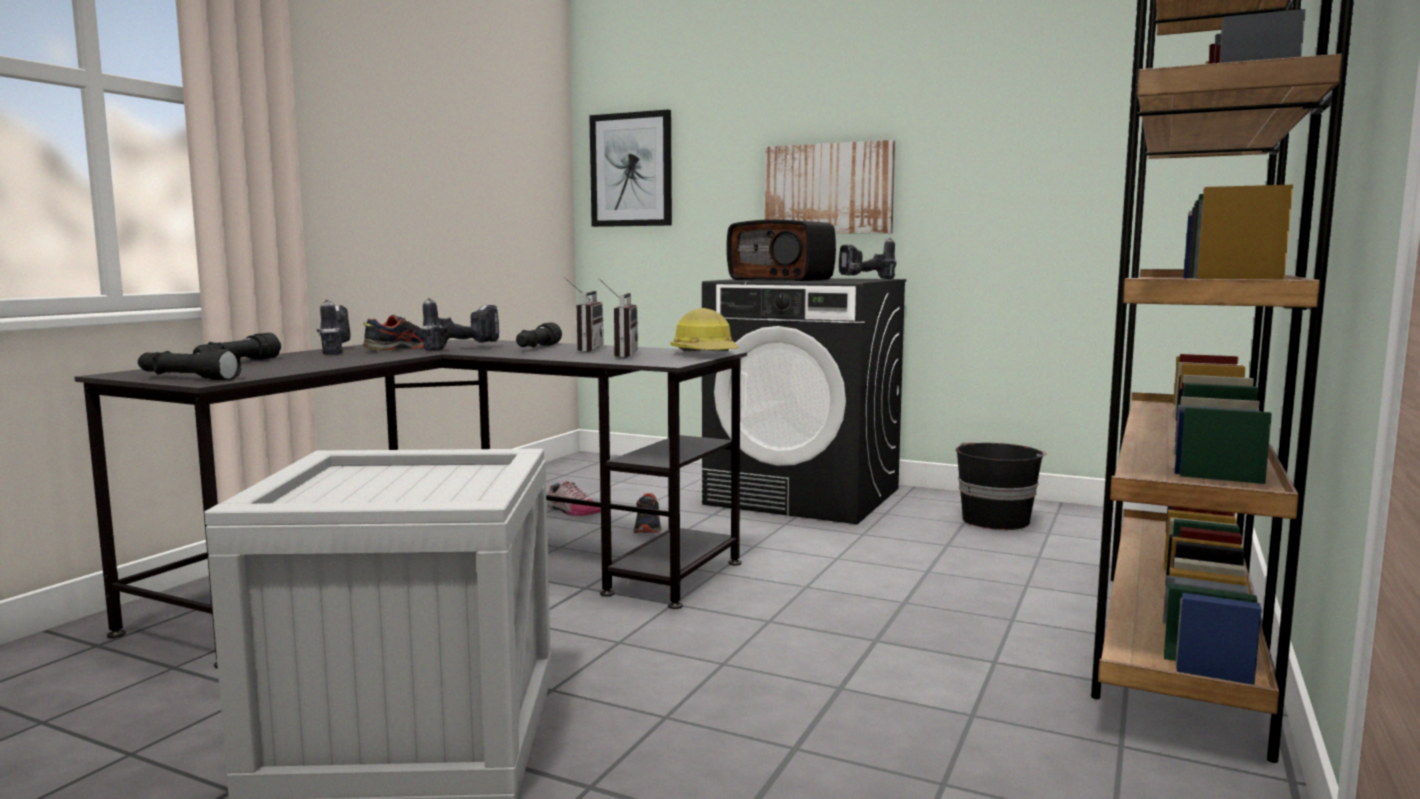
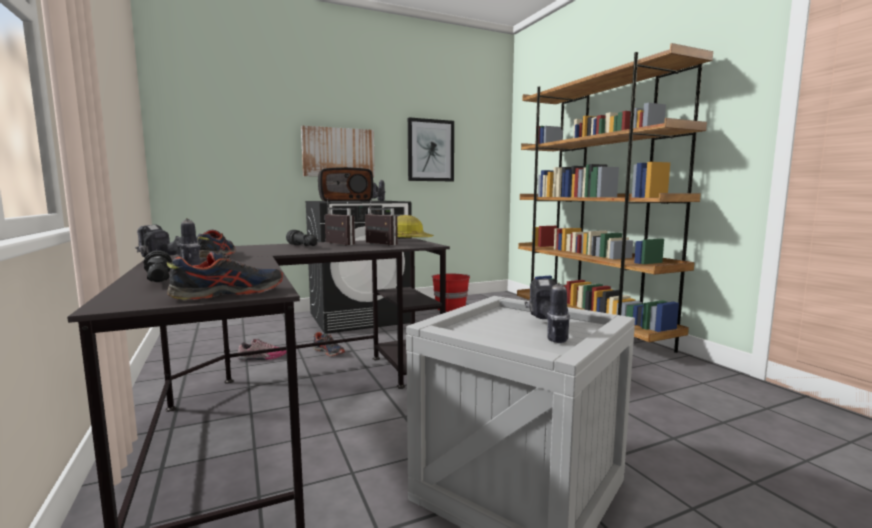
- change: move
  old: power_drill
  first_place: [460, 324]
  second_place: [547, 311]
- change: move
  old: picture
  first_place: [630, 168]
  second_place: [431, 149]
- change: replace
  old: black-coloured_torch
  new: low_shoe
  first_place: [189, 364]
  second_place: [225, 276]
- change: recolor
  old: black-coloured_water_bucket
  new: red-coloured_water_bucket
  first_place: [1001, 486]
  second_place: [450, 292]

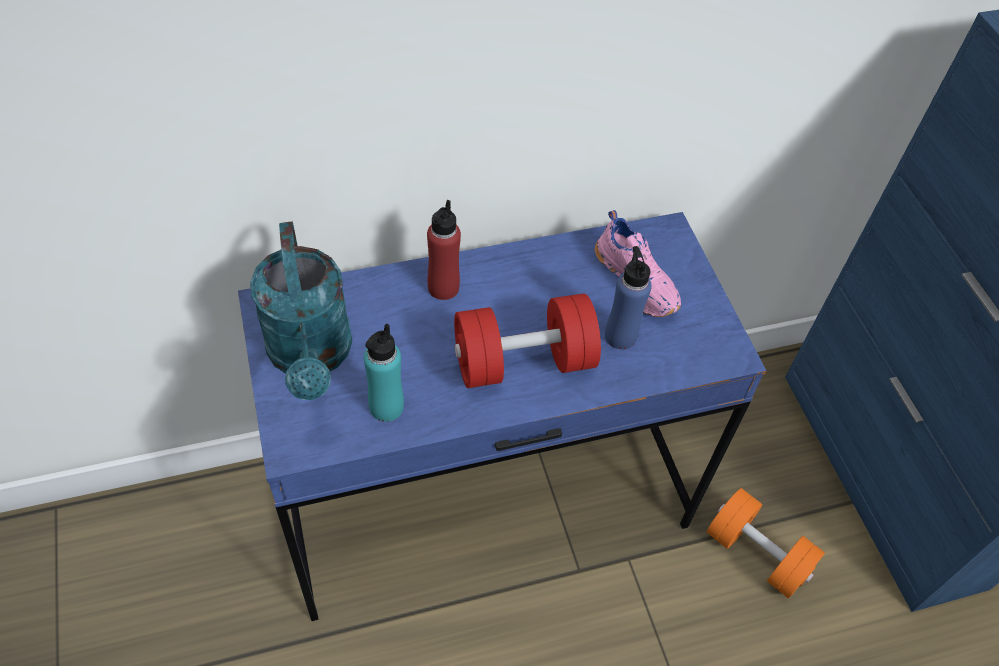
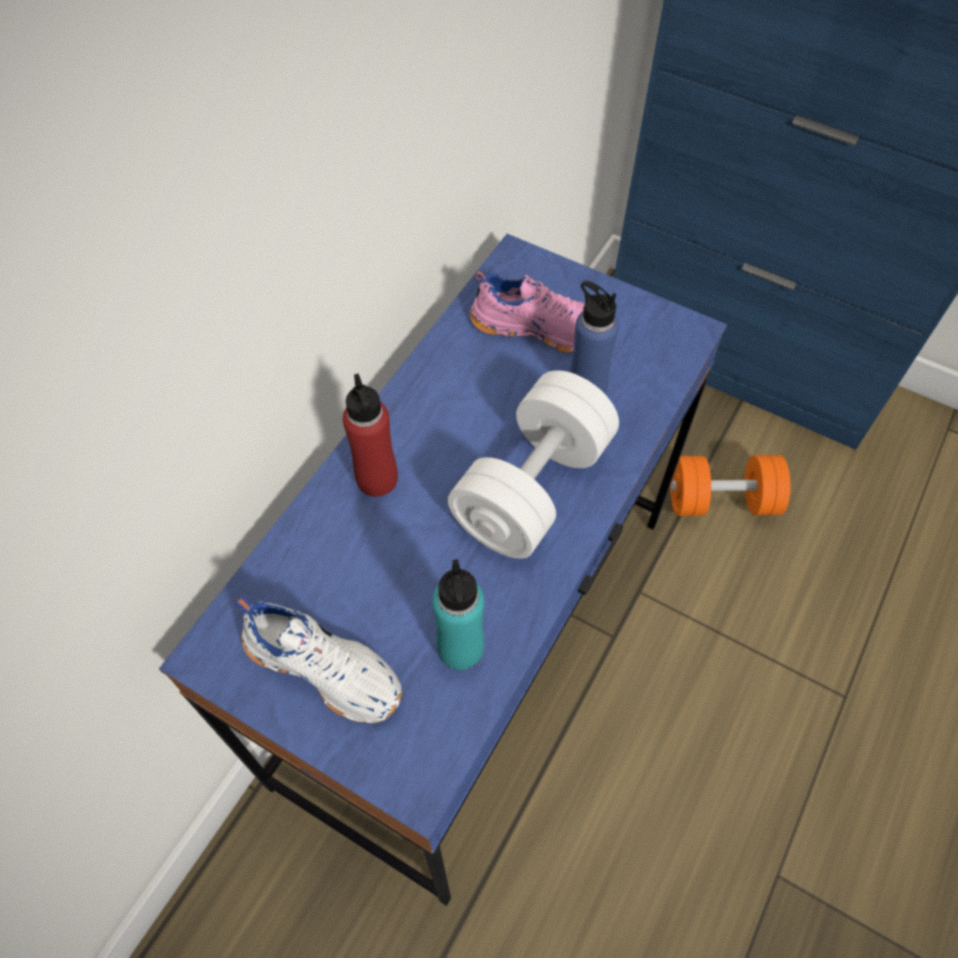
- change: replace
  old: blue-green_watering_pot
  new: whitish_low_shoe
  first_place: [301, 310]
  second_place: [318, 660]
- change: recolor
  old: red-coloured_free_weight
  new: whitish_free_weight
  first_place: [527, 341]
  second_place: [533, 464]

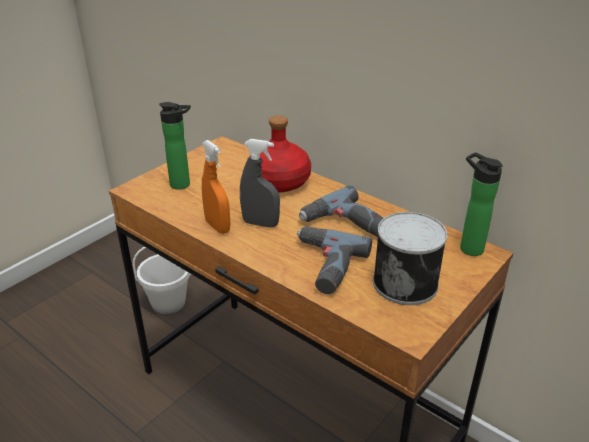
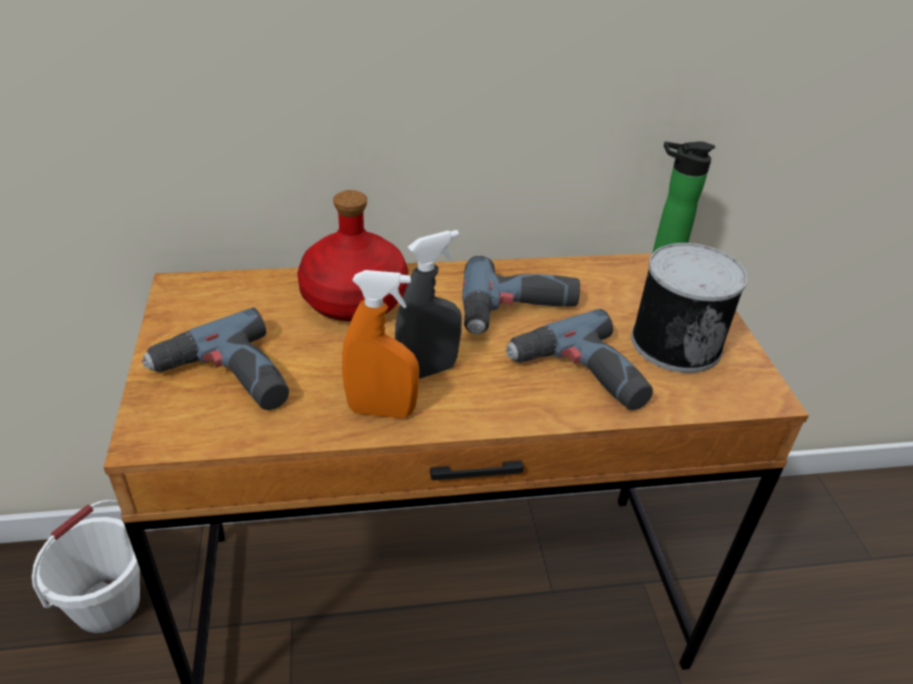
- change: replace
  old: drink_bottle
  new: power_drill
  first_place: [175, 146]
  second_place: [215, 359]

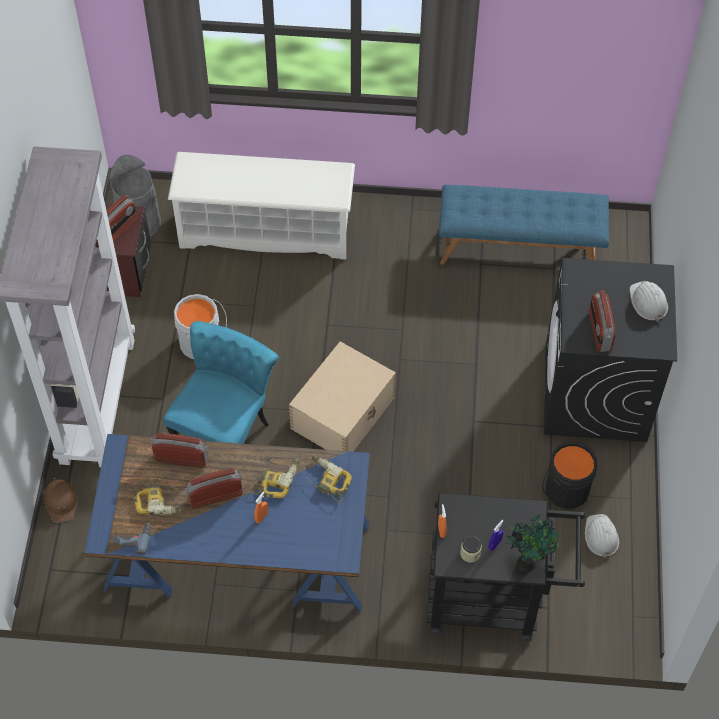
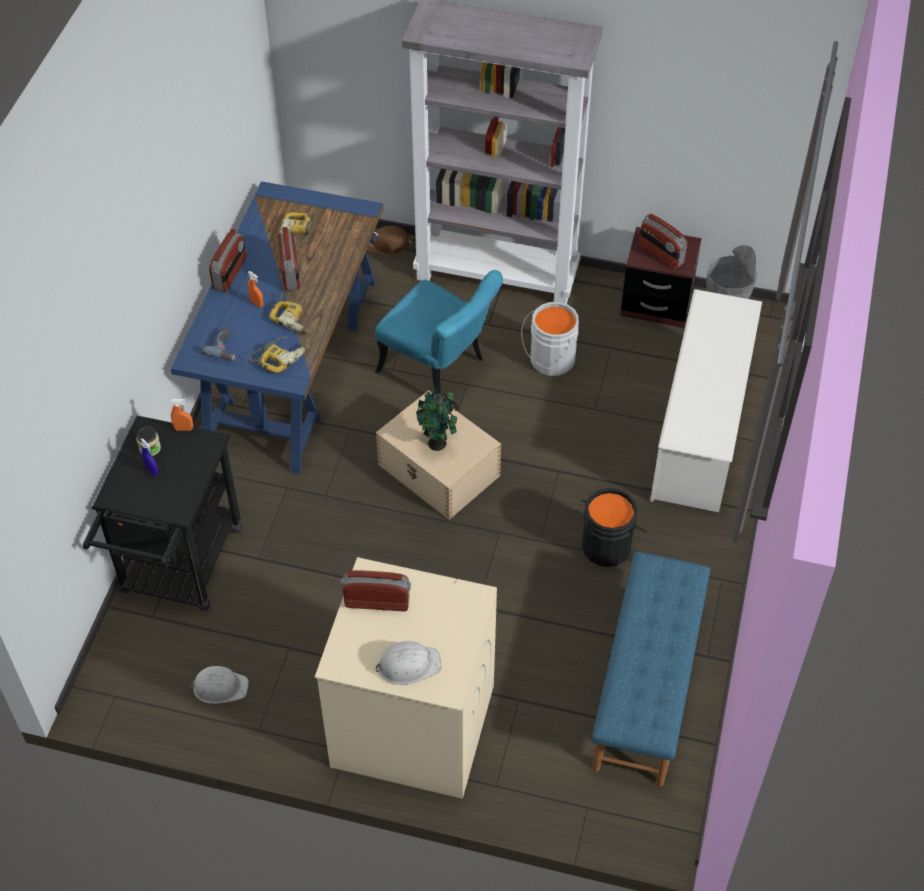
- change: move
  old: power_drill
  first_place: [132, 539]
  second_place: [218, 344]
- change: move
  old: radio_set
  first_place: [179, 450]
  second_place: [227, 260]
- change: move
  old: plant_in_a_pot
  first_place: [532, 543]
  second_place: [437, 419]
- change: move
  old: black-coloured_water_bucket
  first_place: [569, 475]
  second_place: [614, 527]
- change: recolor
  old: black-coloured_washing_machine
  new: beige-coloured_washing_machine
  first_place: [610, 350]
  second_place: [406, 678]

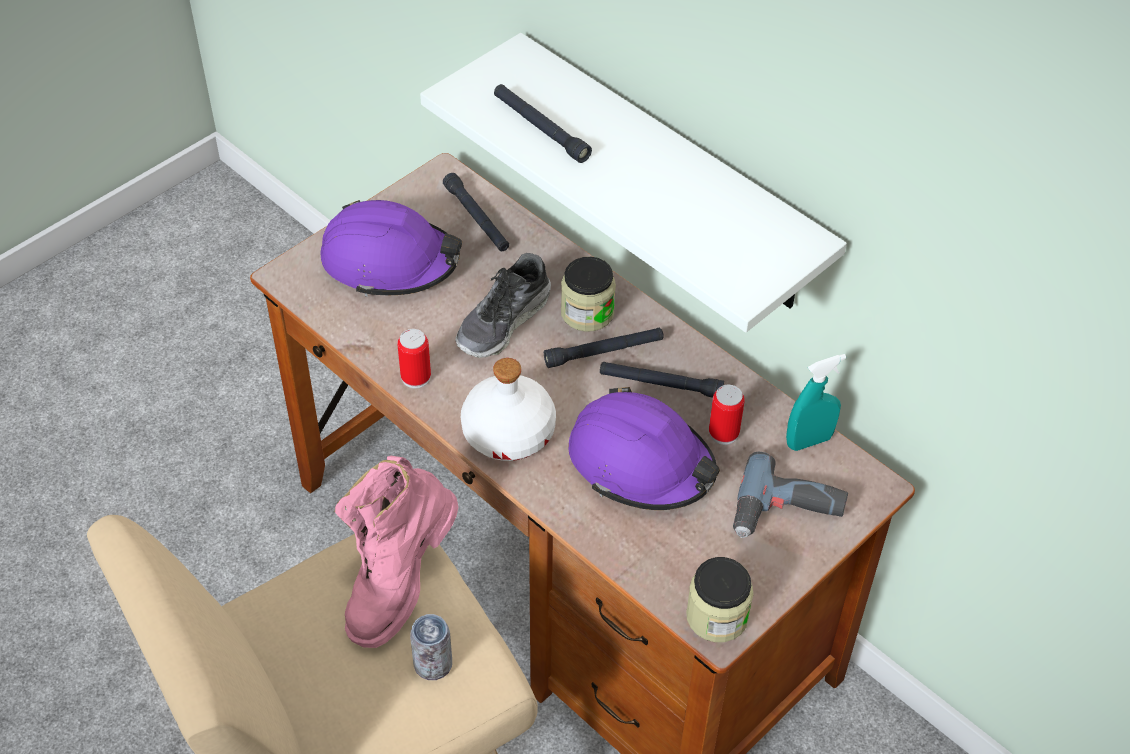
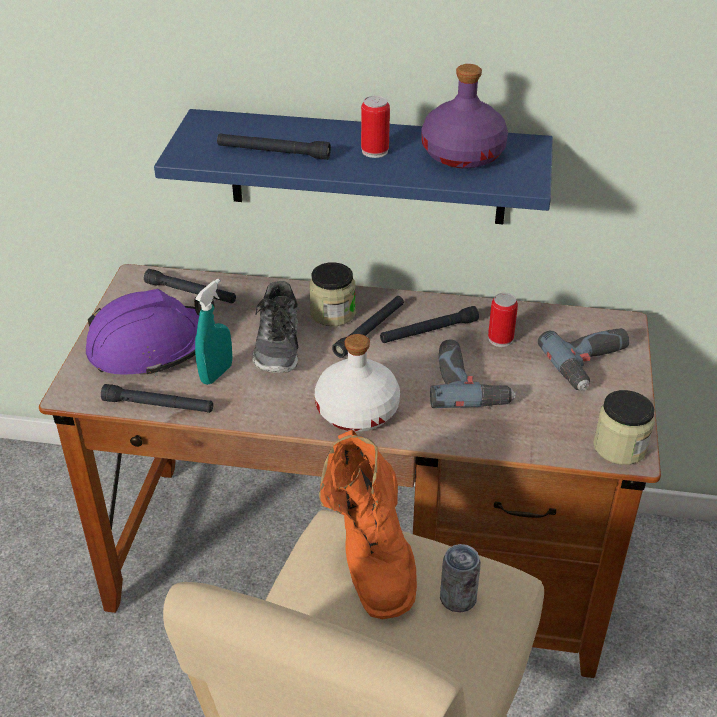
- change: insert
  new: black-coloured_torch
  second_place: [157, 398]
- change: insert
  new: purple-coloured_drink_bottle
  second_place: [465, 116]
- change: move
  old: metal_can
  first_place: [414, 358]
  second_place: [375, 127]
- change: move
  old: blue-green_hand_sprayer
  first_place: [816, 402]
  second_place: [213, 332]
- change: replace
  old: purple-coloured_work_helmet
  new: power_drill
  first_place: [644, 448]
  second_place: [473, 373]
- change: recolor
  old: pinkish_tall_boot
  new: orangey_tall_boot
  first_place: [396, 552]
  second_place: [368, 524]
- change: recolor
  old: whitish_wall_shelf
  new: blue-coloured_wall_shelf
  first_place: [633, 183]
  second_place: [353, 166]

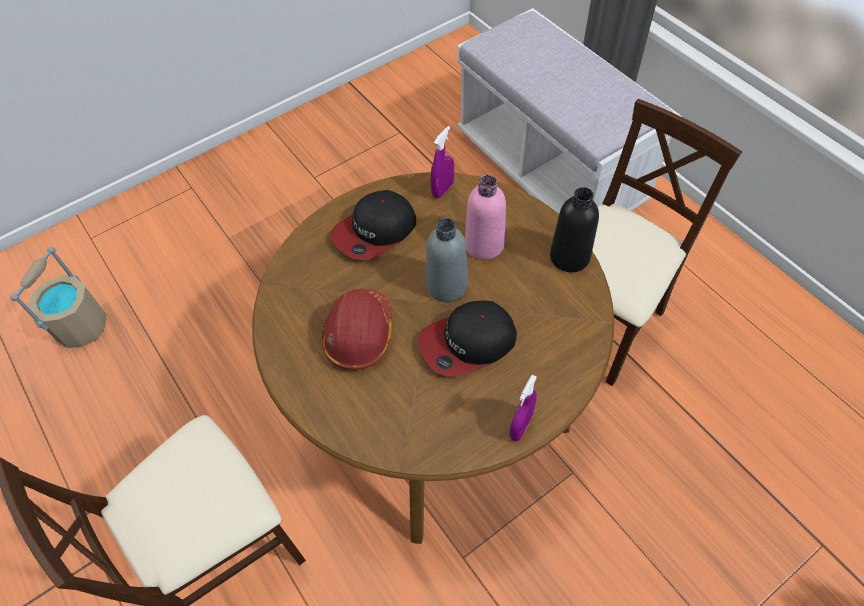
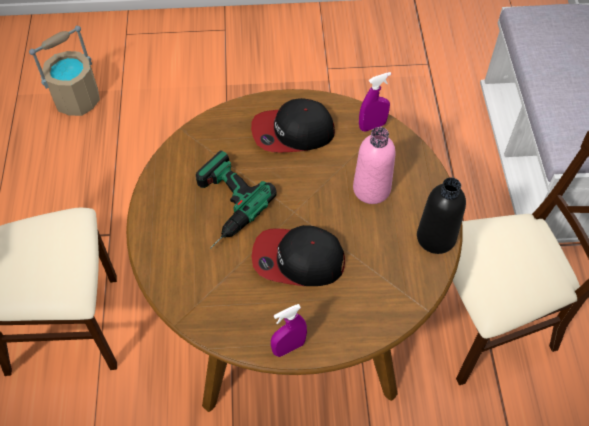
- change: delete
  old: greyish_drink_bottle
  first_place: [447, 260]
- change: replace
  old: red-coloured_work_helmet
  new: power_drill
  first_place: [357, 329]
  second_place: [236, 199]

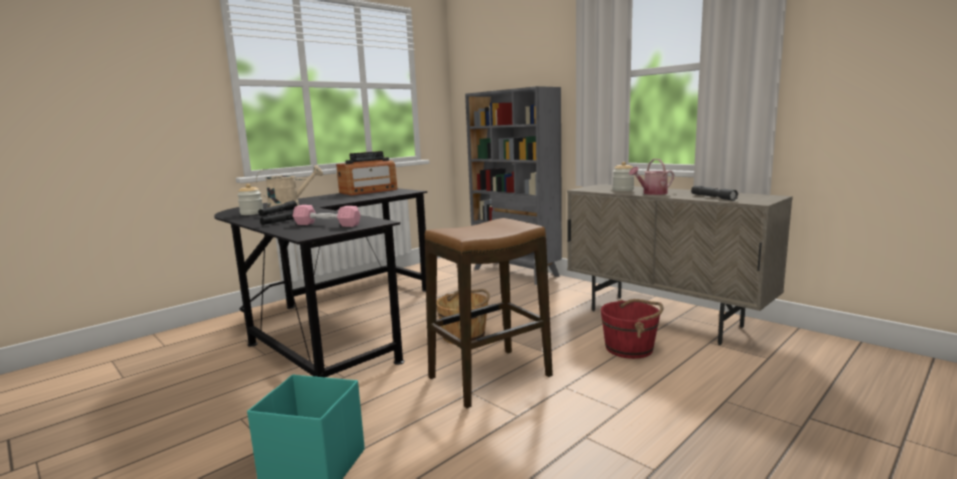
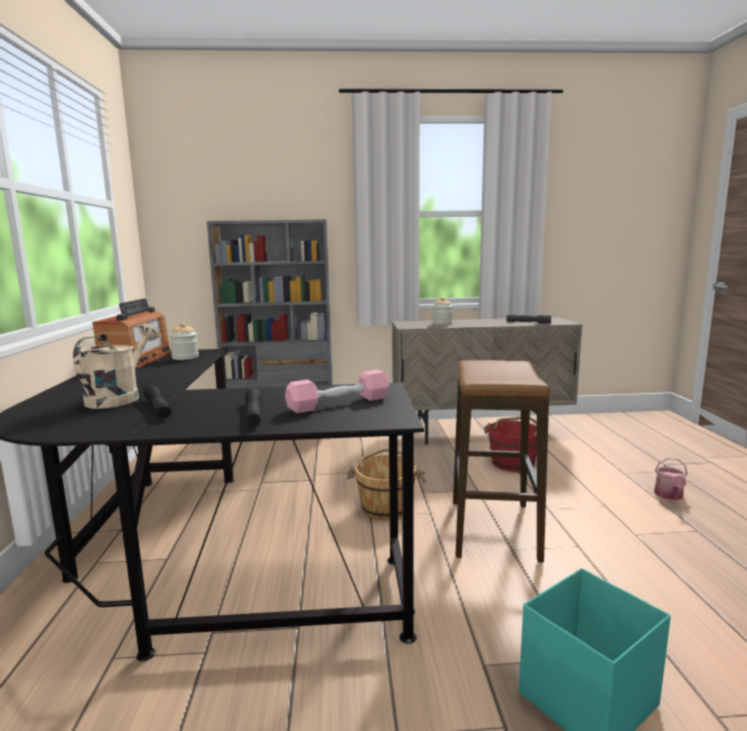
- change: move
  old: preserve_jar
  first_place: [250, 199]
  second_place: [184, 341]
- change: move
  old: watering_pot
  first_place: [651, 177]
  second_place: [671, 478]

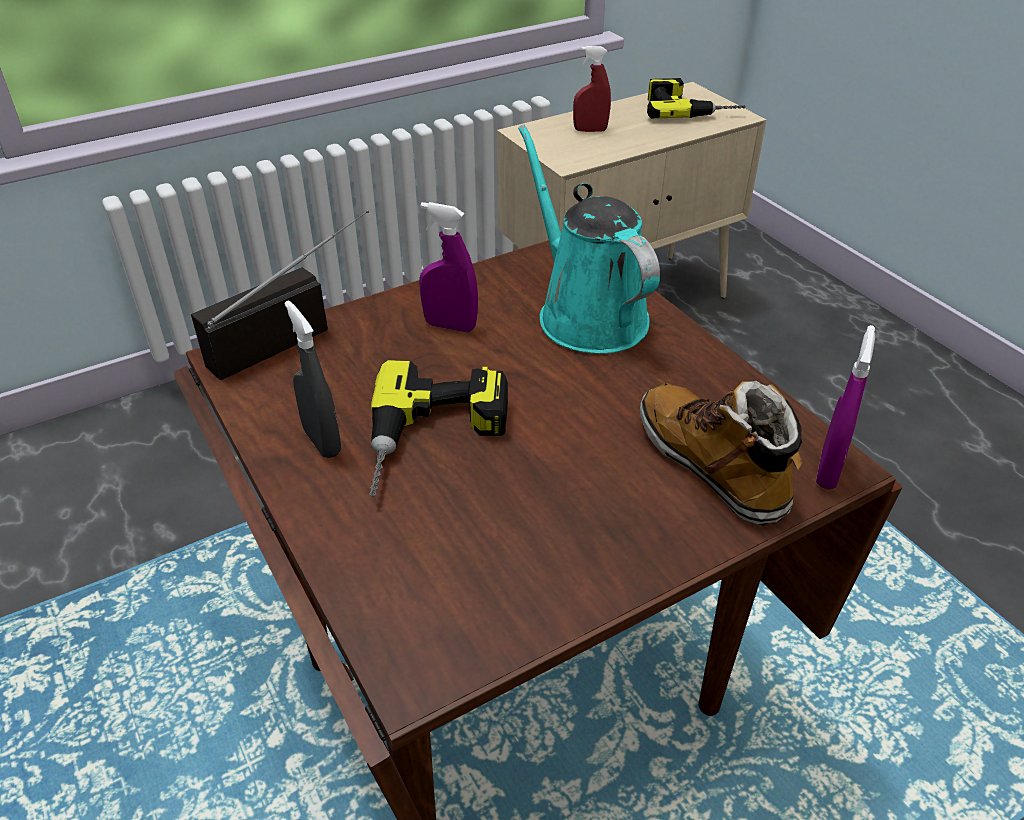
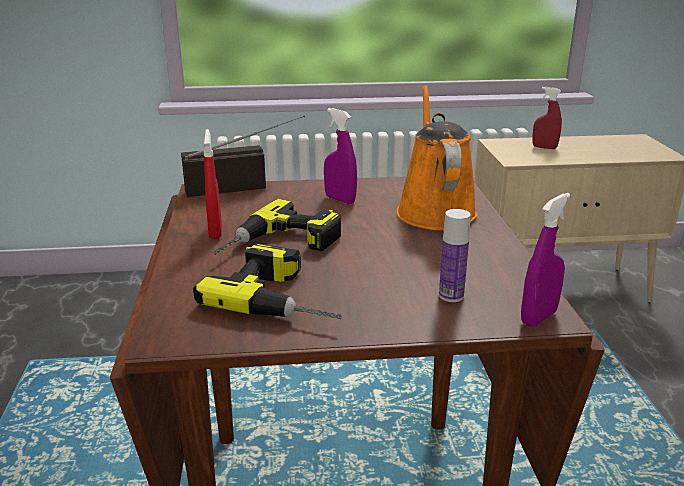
- change: move
  old: power_drill
  first_place: [696, 98]
  second_place: [267, 281]
- change: replace
  old: tall_boot
  new: drink_bottle
  first_place: [721, 453]
  second_place: [455, 255]
- change: recolor
  old: greyish_hand_sprayer
  new: red-coloured_hand_sprayer
  first_place: [312, 379]
  second_place: [213, 184]
- change: recolor
  old: blue-green_watering_pot
  new: orangey_watering_pot
  first_place: [589, 239]
  second_place: [436, 157]

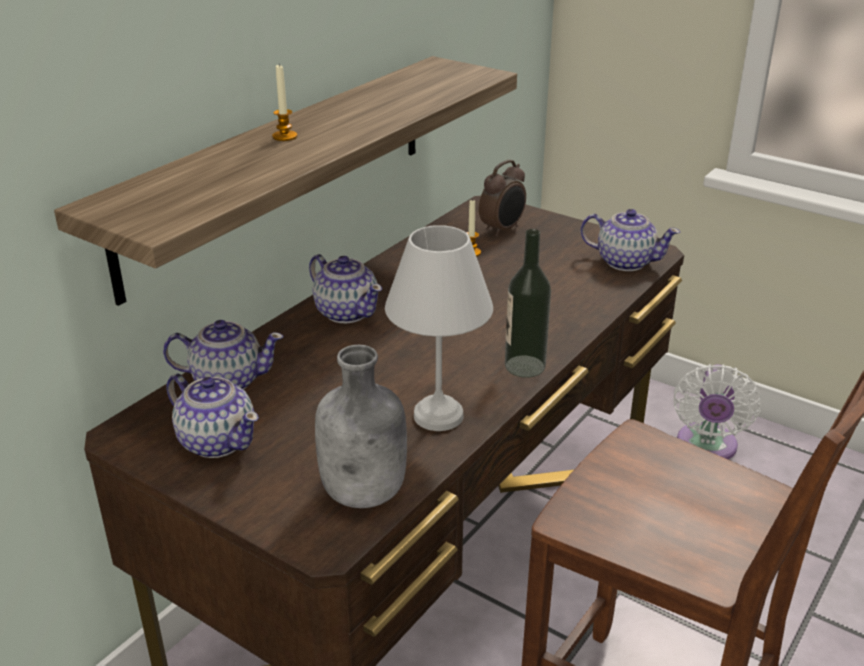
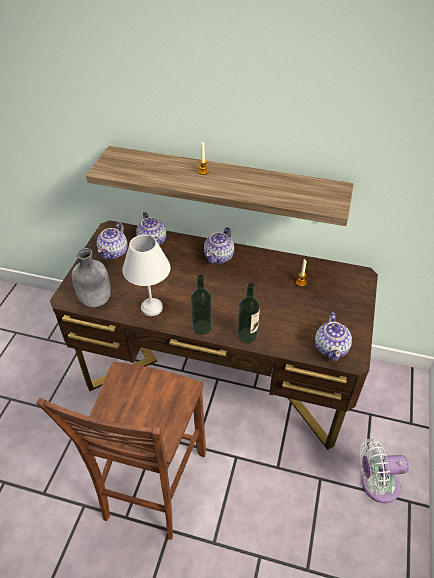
- change: delete
  old: alarm_clock
  first_place: [502, 198]
- change: insert
  new: drink_bottle
  second_place: [248, 312]

